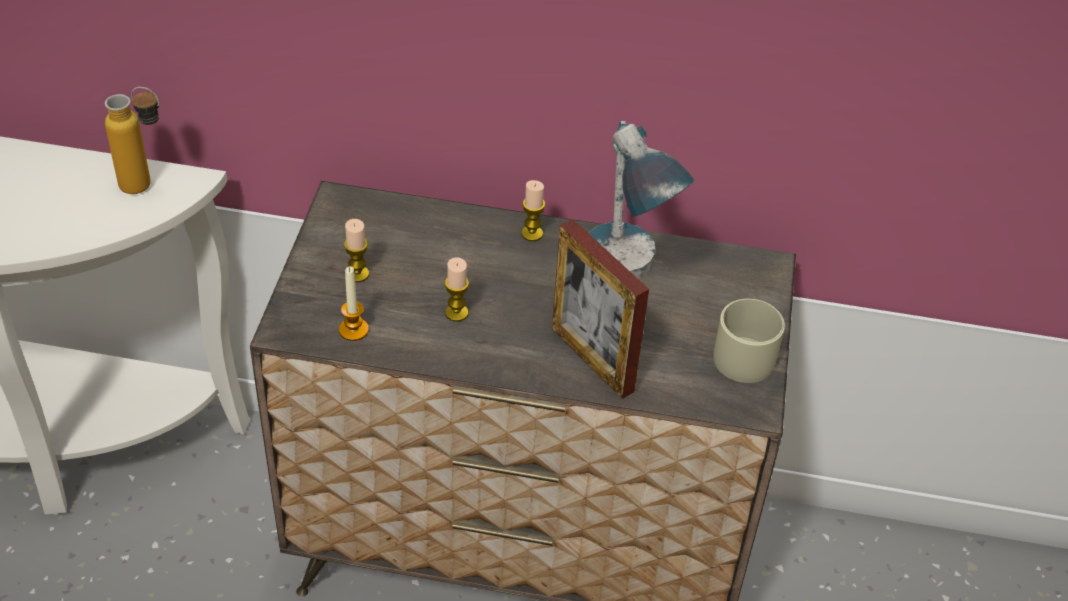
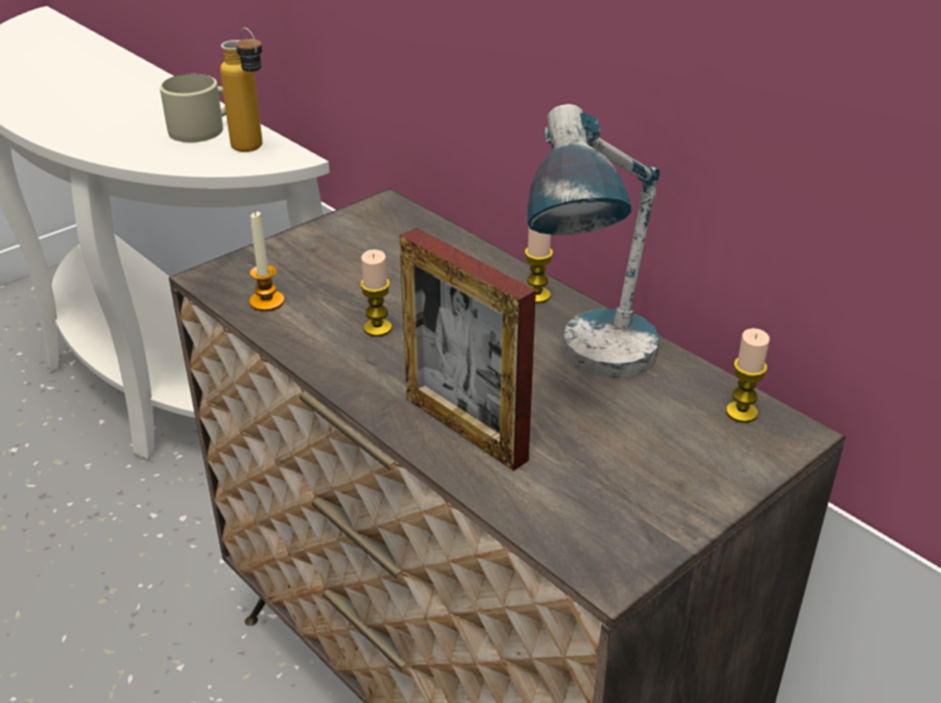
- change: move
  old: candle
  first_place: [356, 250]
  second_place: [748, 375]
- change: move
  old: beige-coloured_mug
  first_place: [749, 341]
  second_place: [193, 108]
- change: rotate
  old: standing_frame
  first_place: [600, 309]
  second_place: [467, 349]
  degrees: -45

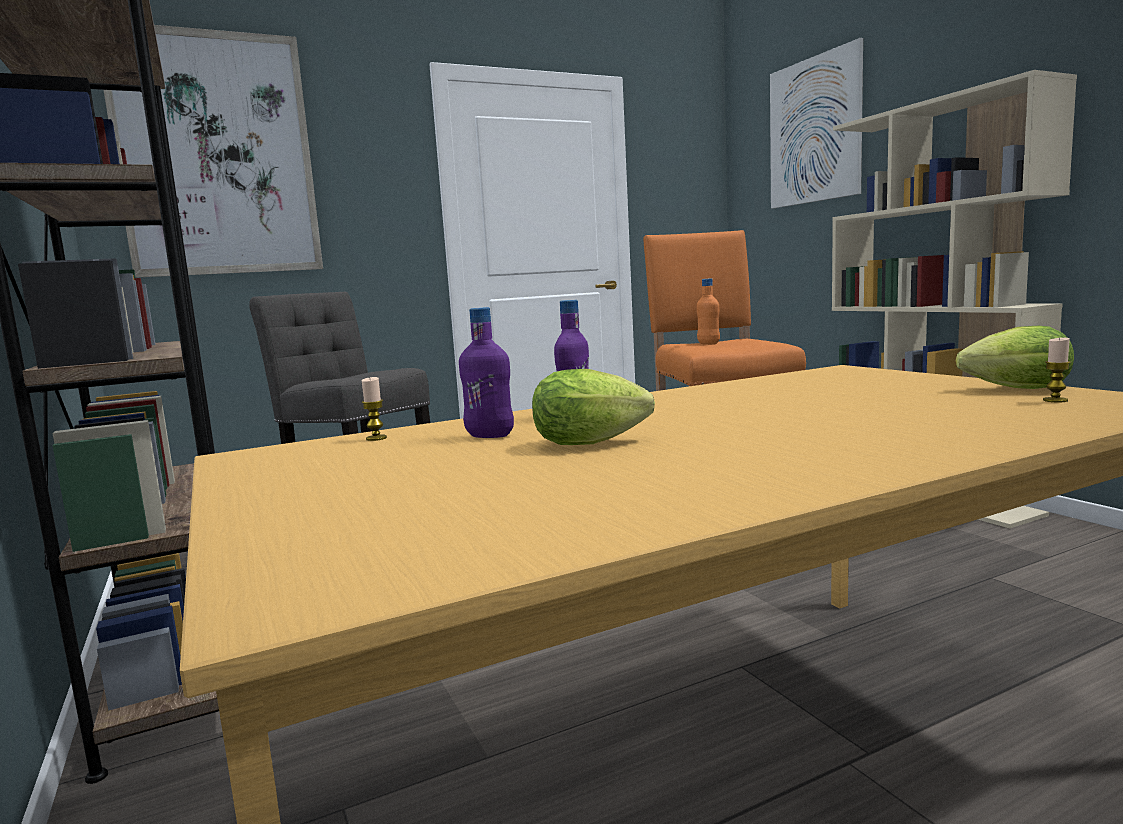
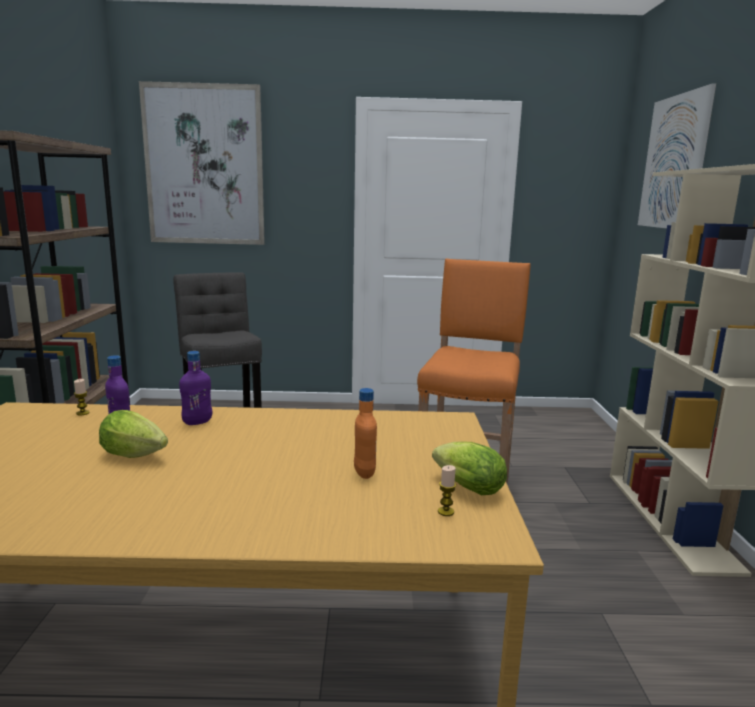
- change: move
  old: orangey_drink_bottle
  first_place: [708, 311]
  second_place: [365, 433]

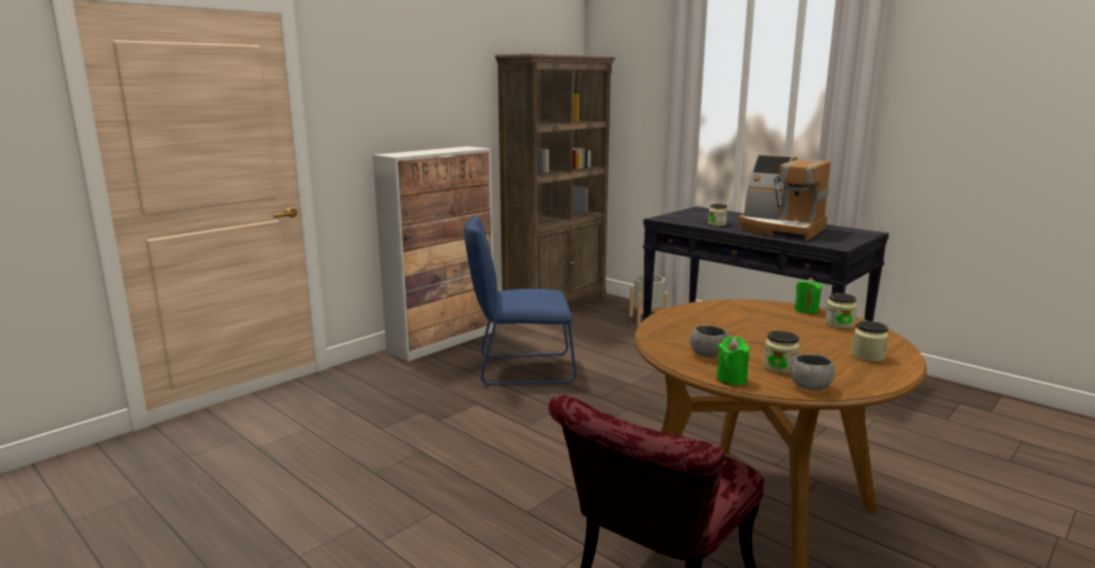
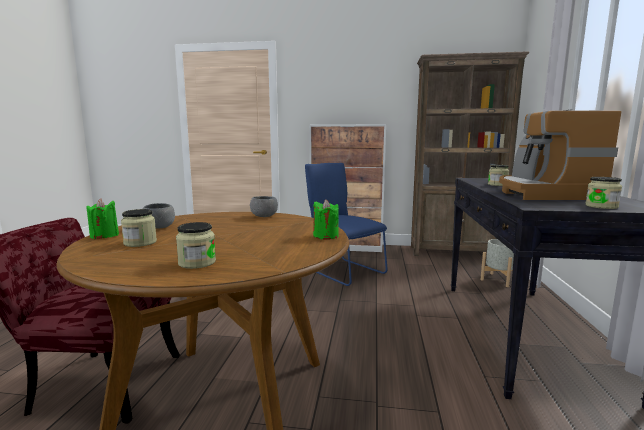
- change: move
  old: greyish_bowl
  first_place: [812, 372]
  second_place: [264, 206]
- change: move
  old: preserve_jar
  first_place: [841, 311]
  second_place: [603, 193]

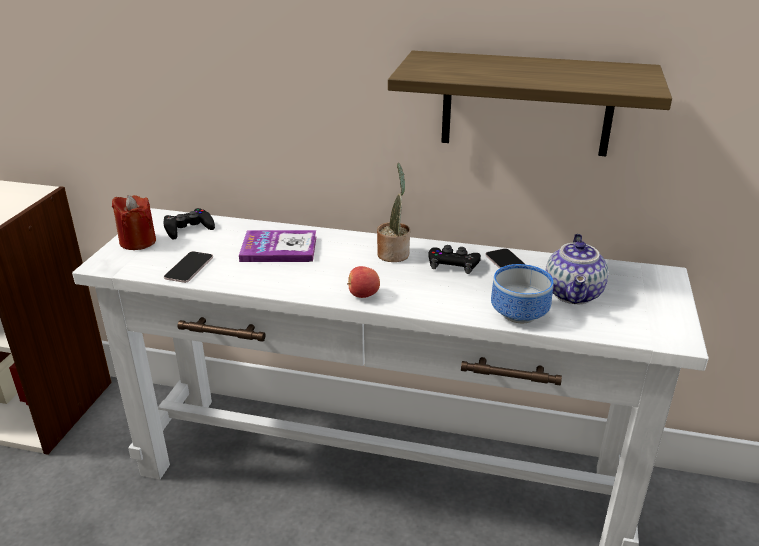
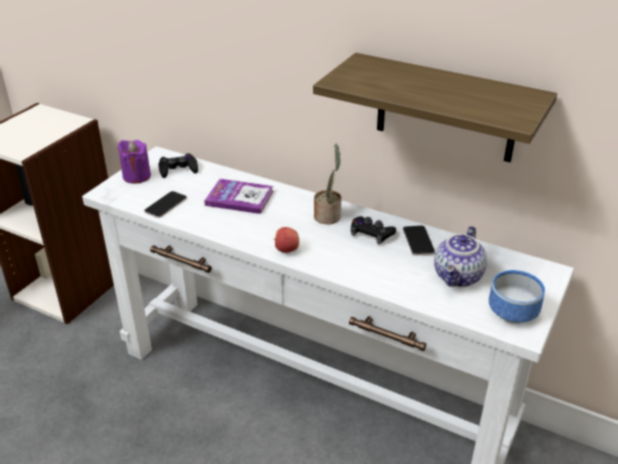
- change: move
  old: bowl
  first_place: [522, 293]
  second_place: [517, 296]
- change: recolor
  old: red-coloured_candle
  new: purple-coloured_candle
  first_place: [134, 222]
  second_place: [134, 162]

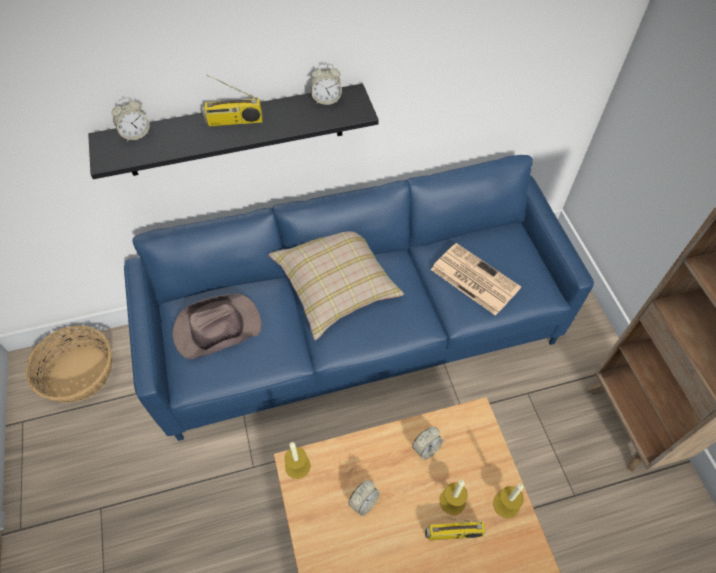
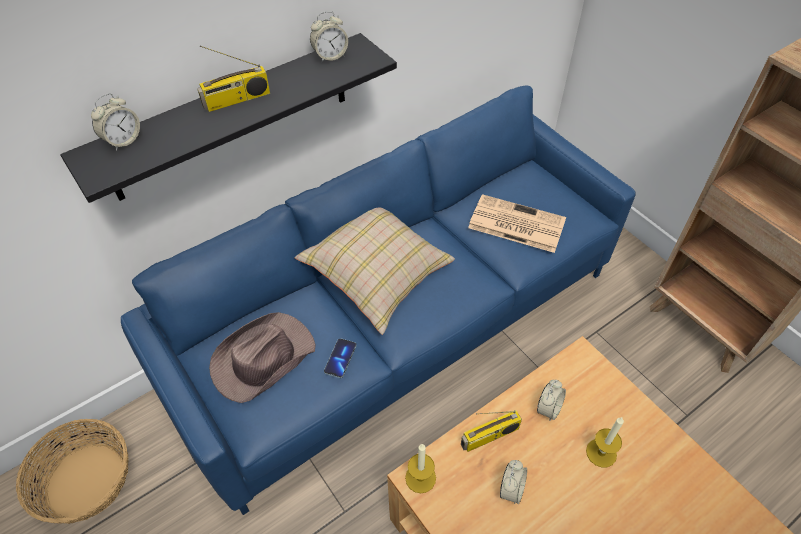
- change: delete
  old: candle
  first_place: [508, 501]
- change: insert
  new: handset
  second_place: [340, 358]
- change: move
  old: radio_set
  first_place: [455, 528]
  second_place: [491, 431]

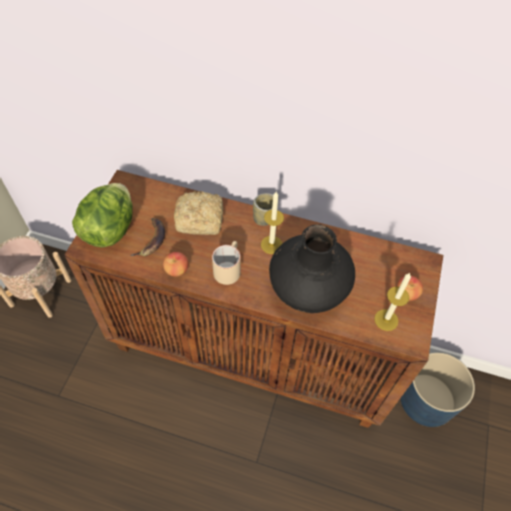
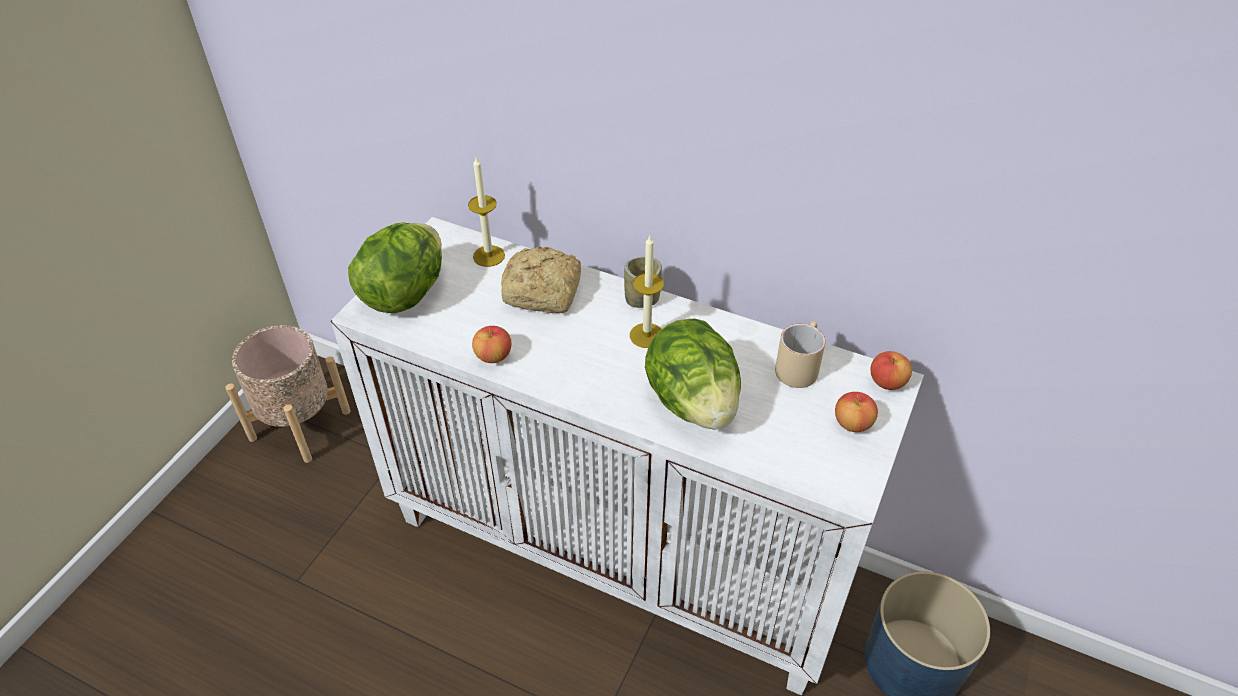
- change: delete
  old: banana
  first_place: [147, 237]
- change: insert
  new: whole_apple
  second_place: [891, 370]
- change: move
  old: beige-coloured_mug
  first_place: [226, 263]
  second_place: [800, 354]
- change: move
  old: candle
  first_place: [392, 302]
  second_place: [486, 212]
- change: replace
  old: black-coloured_decorative_vase
  new: head_of_lettuce
  first_place: [312, 268]
  second_place: [693, 374]
- change: recolor
  old: brown_cabinet
  new: whitish_cabinet
  first_place: [253, 299]
  second_place: [627, 456]

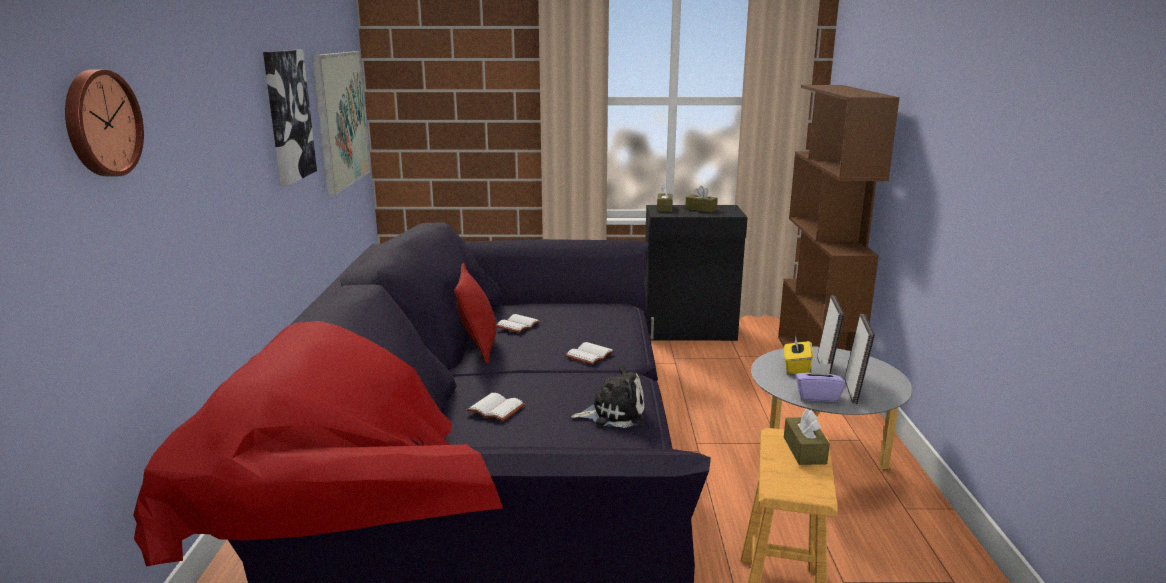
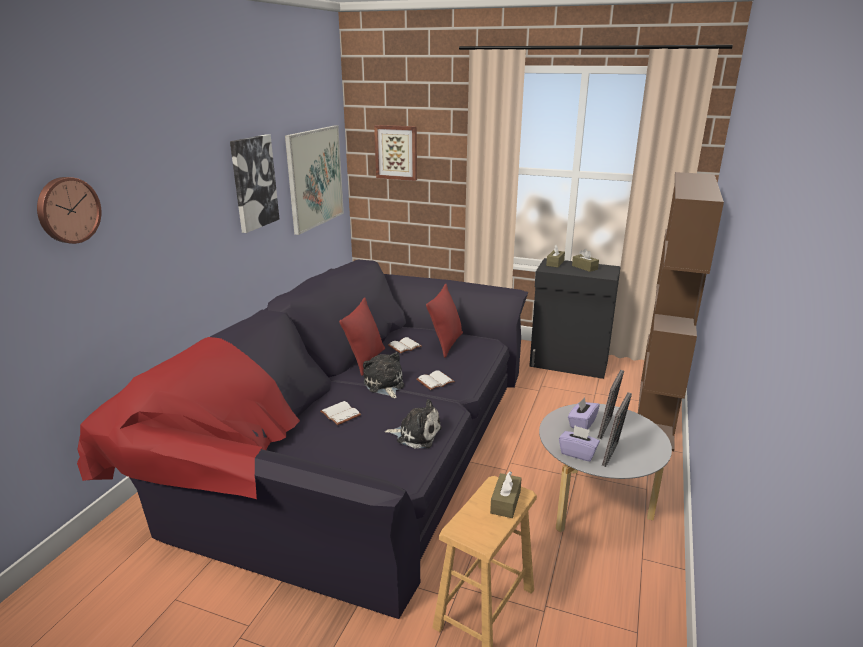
- change: insert
  new: cuddly_toy
  second_place: [383, 375]
- change: insert
  new: picture
  second_place: [395, 153]
- change: insert
  new: red-coloured_cushion
  second_place: [444, 321]
- change: recolor
  old: yellowish_tissue_box
  new: purple-coloured_tissue_box
  first_place: [798, 354]
  second_place: [584, 413]

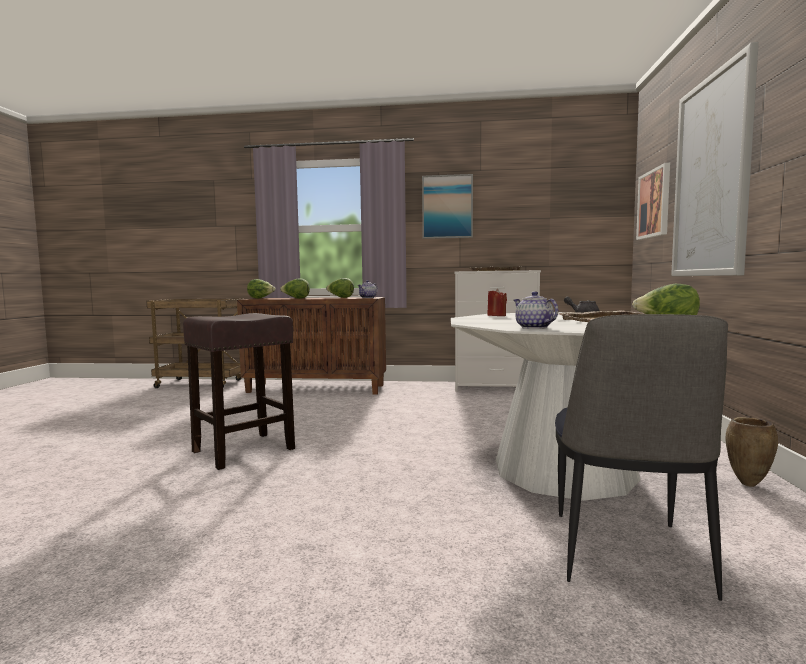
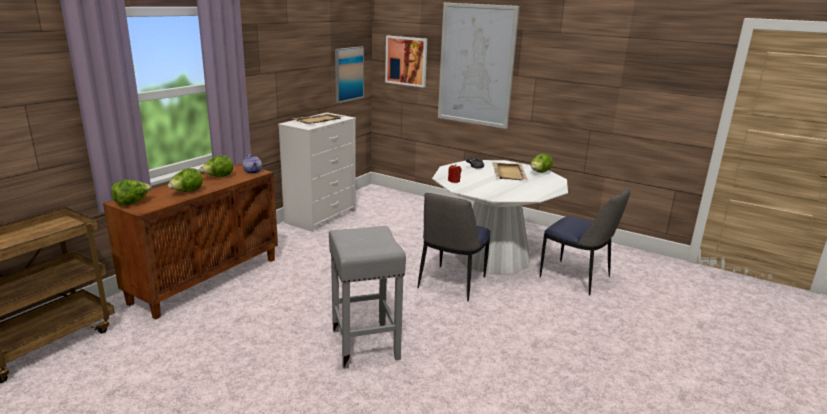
- change: delete
  old: tea_pot
  first_place: [536, 310]
- change: delete
  old: brown_decorative_vase
  first_place: [751, 452]
- change: insert
  new: chair
  second_place: [454, 247]
- change: move
  old: picture
  first_place: [447, 206]
  second_place: [349, 75]
- change: recolor
  old: brown_sitting_stool
  new: greyish_sitting_stool
  first_place: [239, 391]
  second_place: [367, 297]

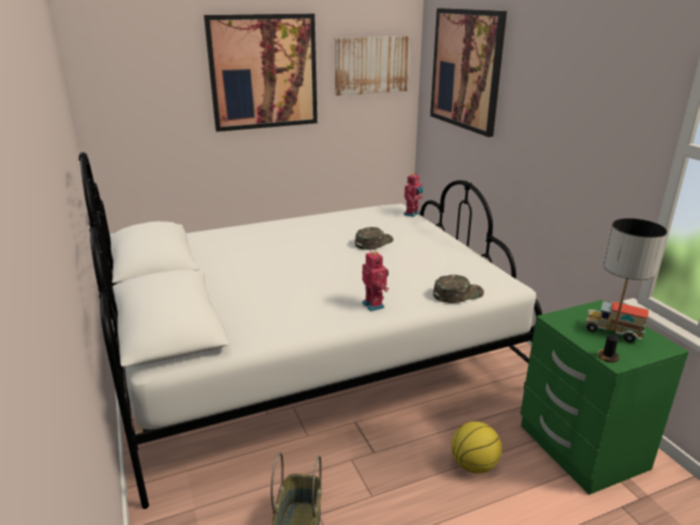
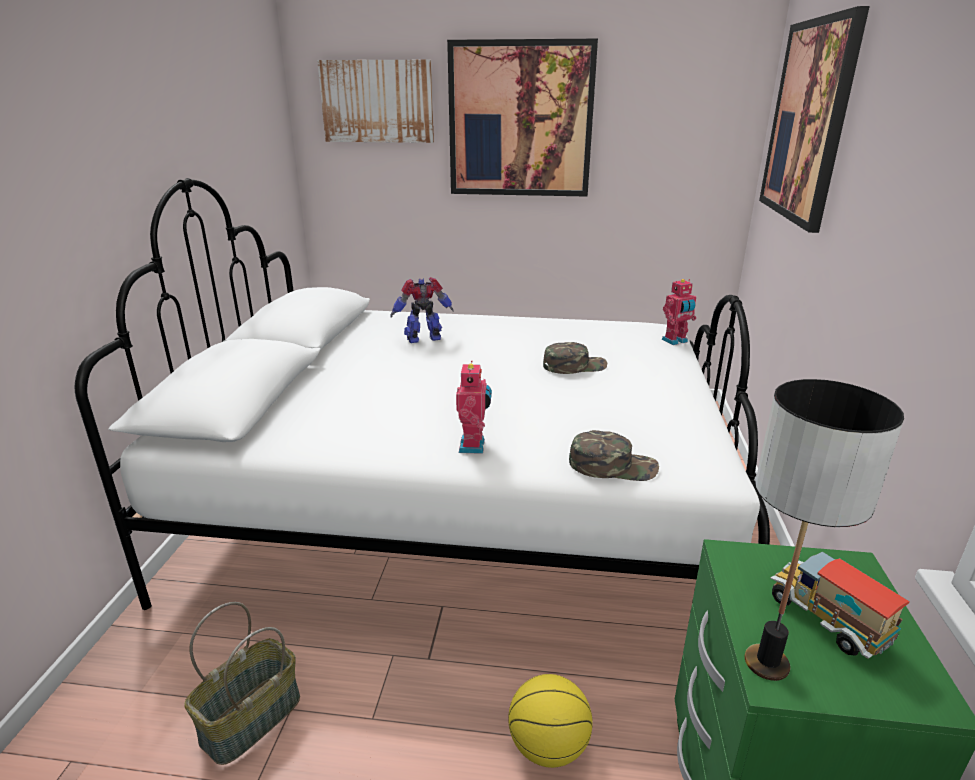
- change: insert
  new: robot_figure
  second_place: [422, 310]
- change: move
  old: picture
  first_place: [373, 66]
  second_place: [375, 101]

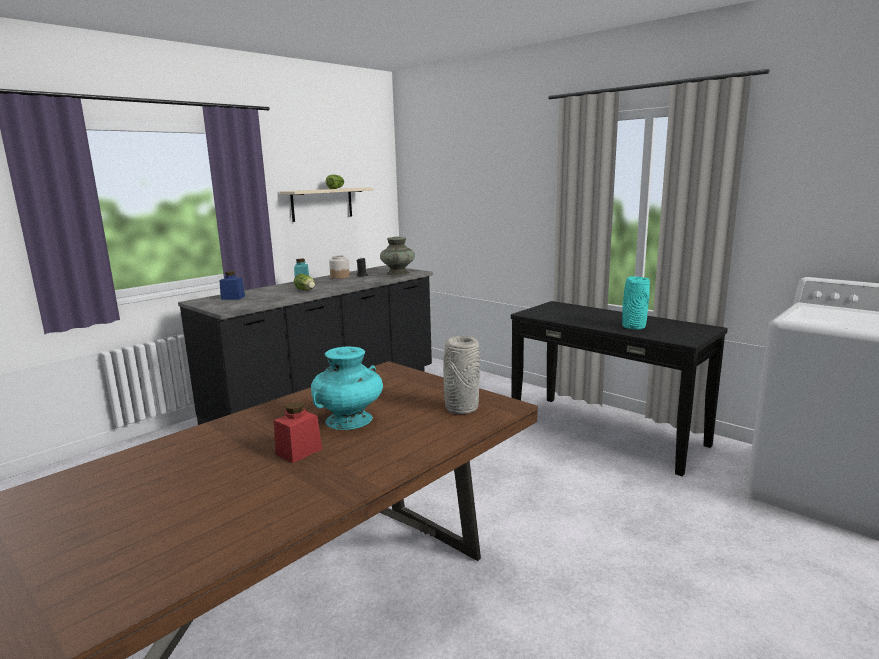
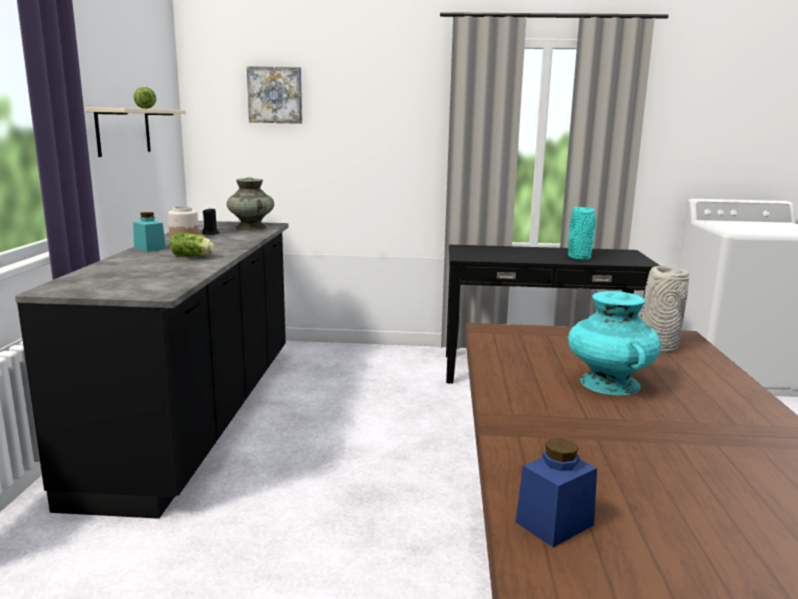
- change: delete
  old: red-coloured_preserve_jar
  first_place: [298, 432]
- change: insert
  new: picture
  second_place: [274, 95]
- change: move
  old: blue-coloured_preserve_jar
  first_place: [232, 285]
  second_place: [556, 492]

